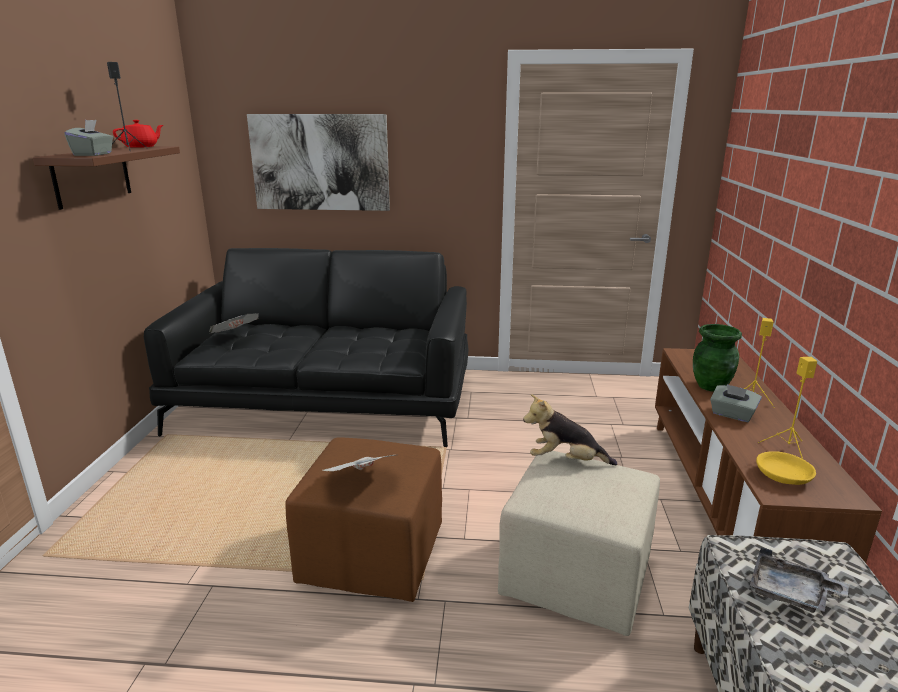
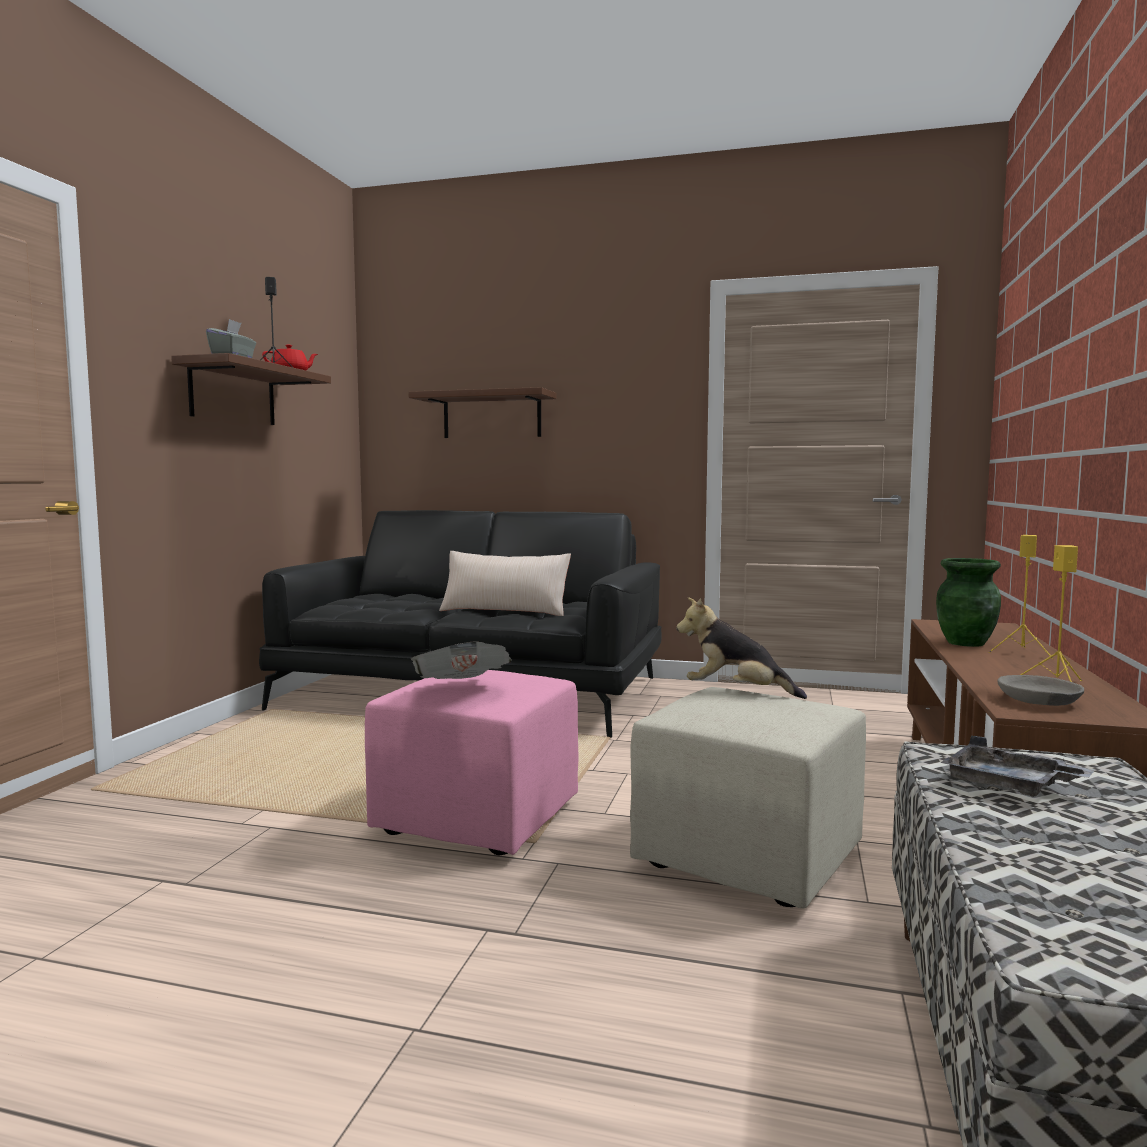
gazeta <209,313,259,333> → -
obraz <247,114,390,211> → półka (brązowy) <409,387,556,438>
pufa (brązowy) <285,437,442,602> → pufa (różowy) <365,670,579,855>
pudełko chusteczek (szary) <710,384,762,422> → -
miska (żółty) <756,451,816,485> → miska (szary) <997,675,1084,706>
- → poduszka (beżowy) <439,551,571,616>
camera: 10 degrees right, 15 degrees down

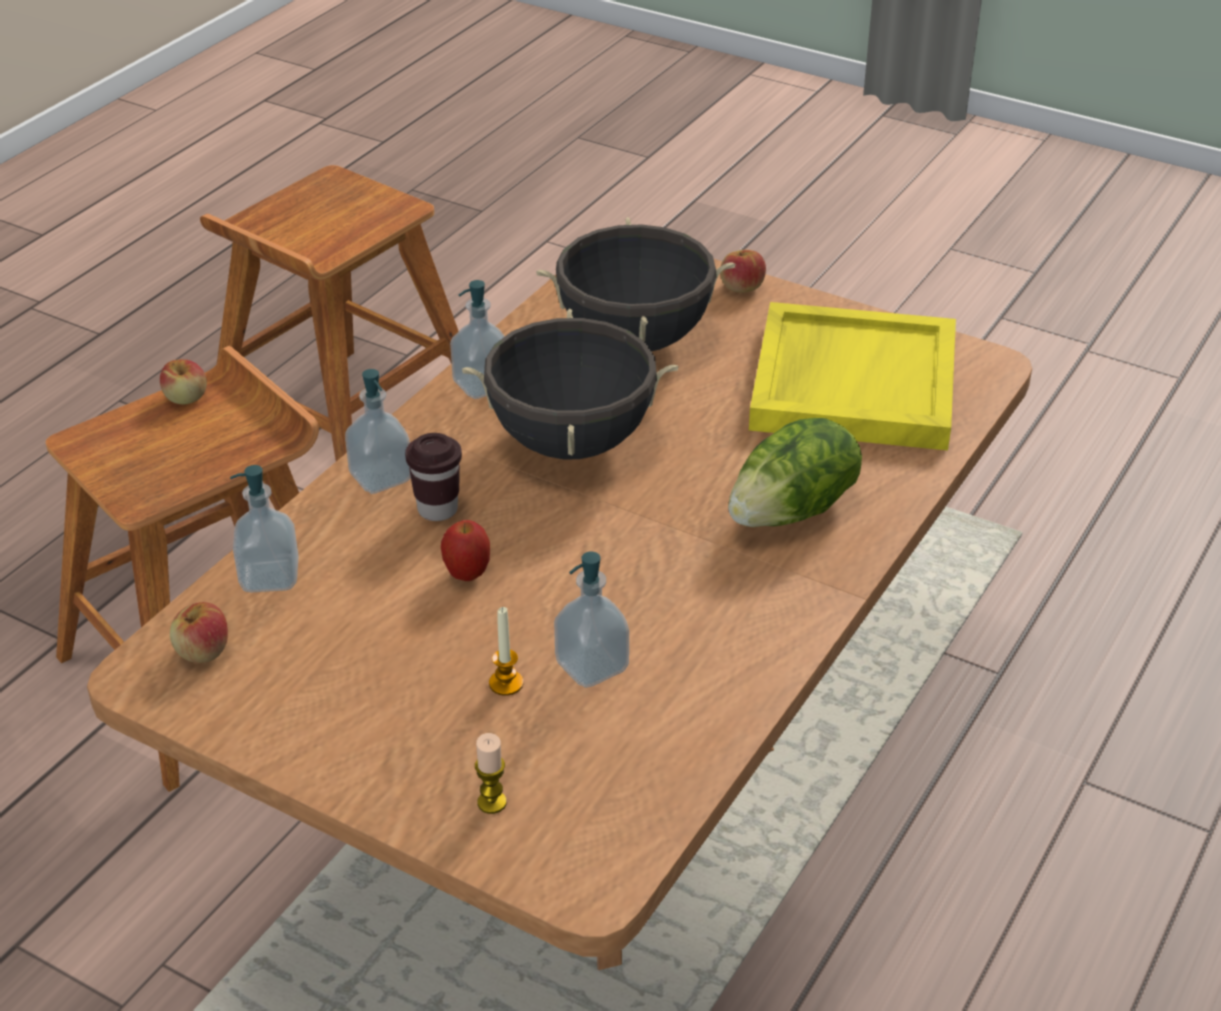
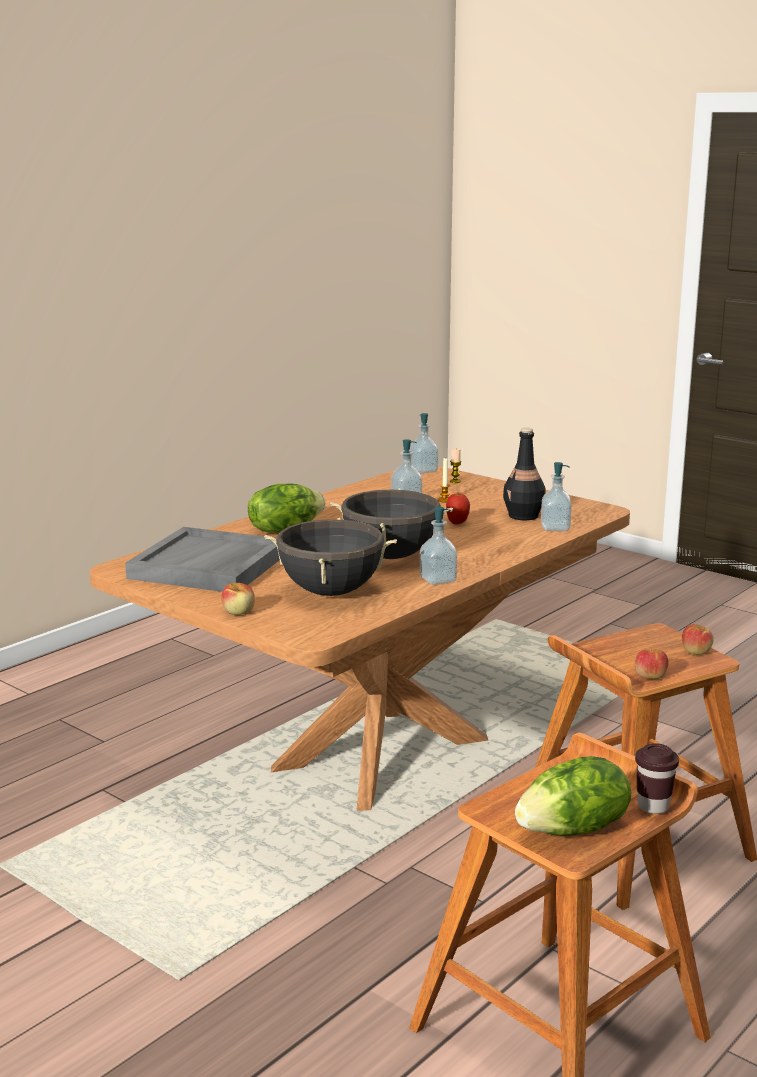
jabłko <170,602,228,663> → jabłko <682,624,714,655>, shifted
dozownik mydła <345,369,411,494> → dozownik mydła <410,413,438,473>, shifted
filiżanka (brązowy) <405,433,462,521> → filiżanka (brązowy) <635,743,679,814>, shifted
taca (żółty) <749,302,956,451> → taca (szary) <125,527,280,592>
- → butelka (czarny) <503,427,545,520>
- → sałata <515,756,631,836>
camera: 170 degrees left, 20 degrees down

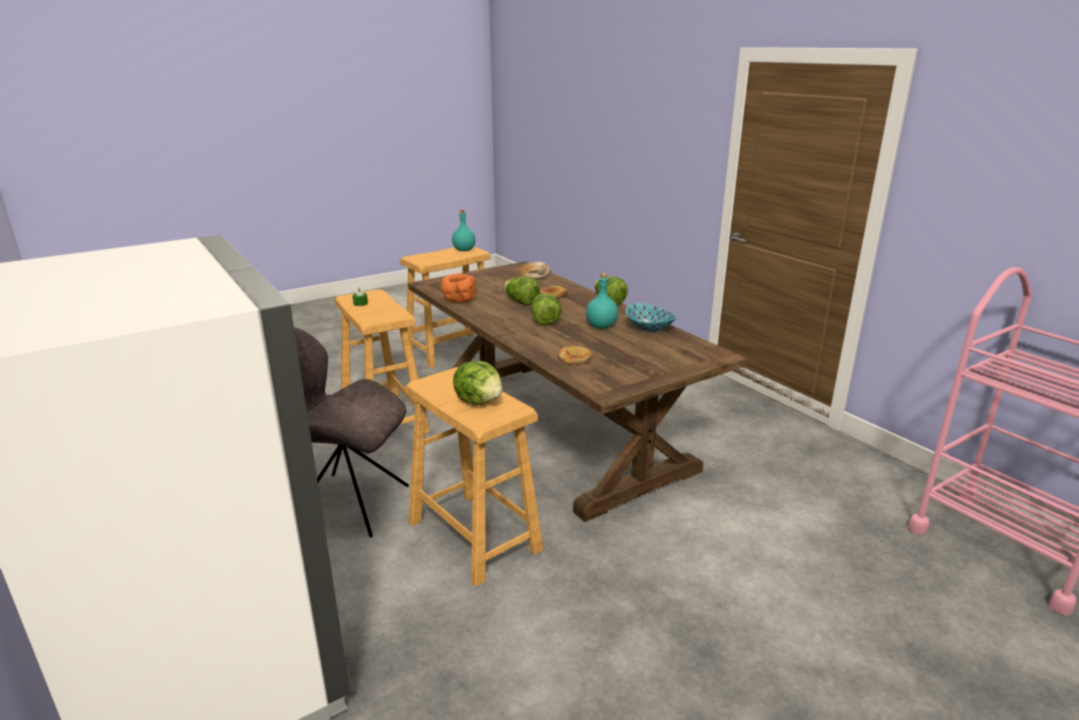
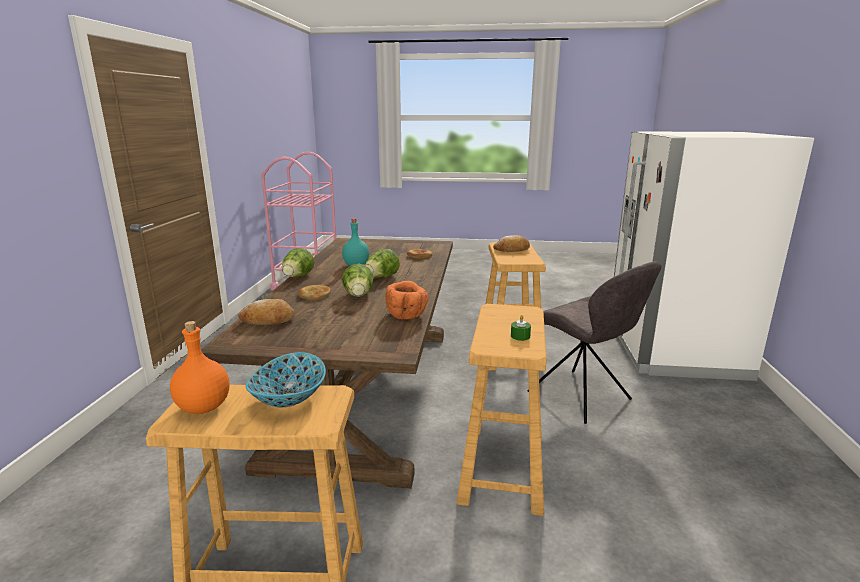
butelka (turkusowy) <452,209,475,251> → butelka (pomarańczowy) <170,321,230,414>
sałata <453,361,502,405> → chleb <493,235,530,252>
miska <626,303,677,332> → miska <246,352,326,407>, shifted
camera: 140 degrees left, 5 degrees down

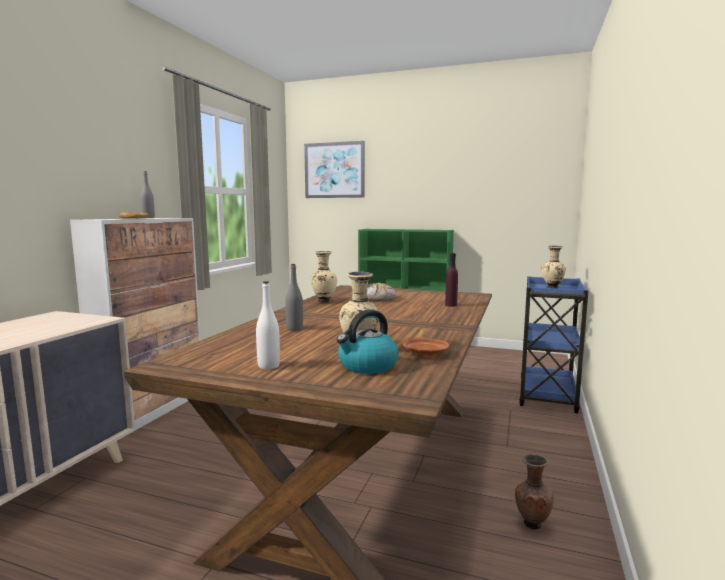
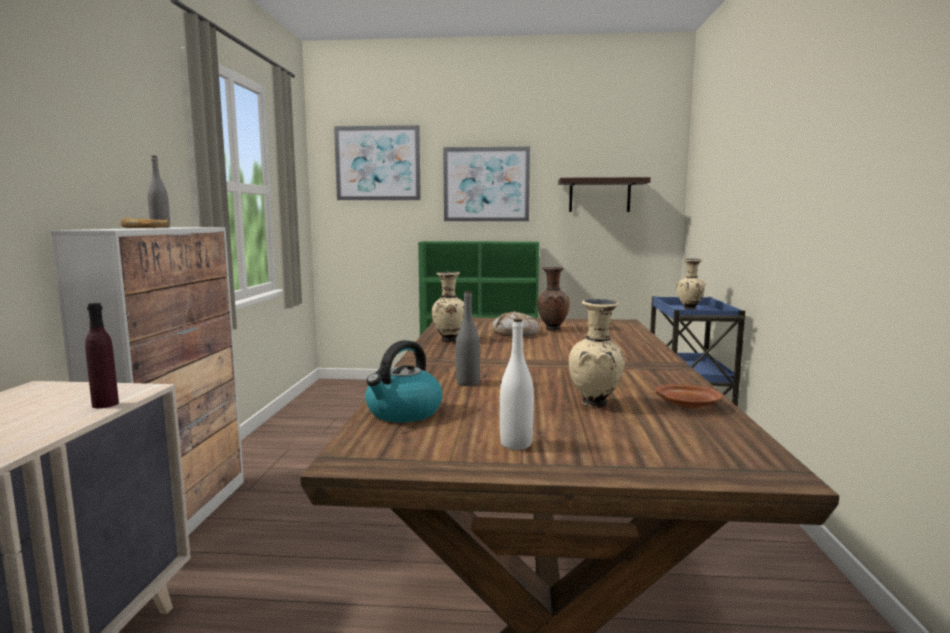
czajnik <337,309,399,374> → czajnik <365,340,443,422>, shifted
butelka (fioletowy) <445,253,458,307> → butelka (fioletowy) <85,303,119,408>, shifted
wazon (brązowy) <515,454,554,530> → wazon (brązowy) <537,267,570,331>, shifted
- → obraz <443,147,530,221>
- → półka <558,177,651,212>
camera: 15 degrees left, 0 degrees up

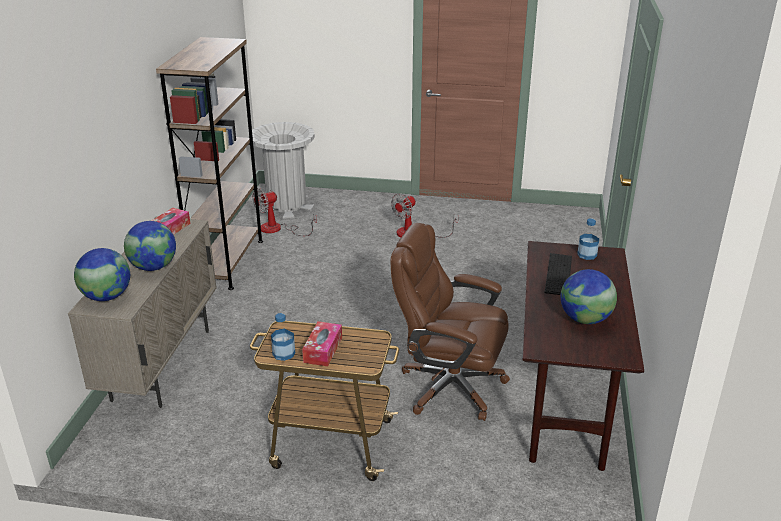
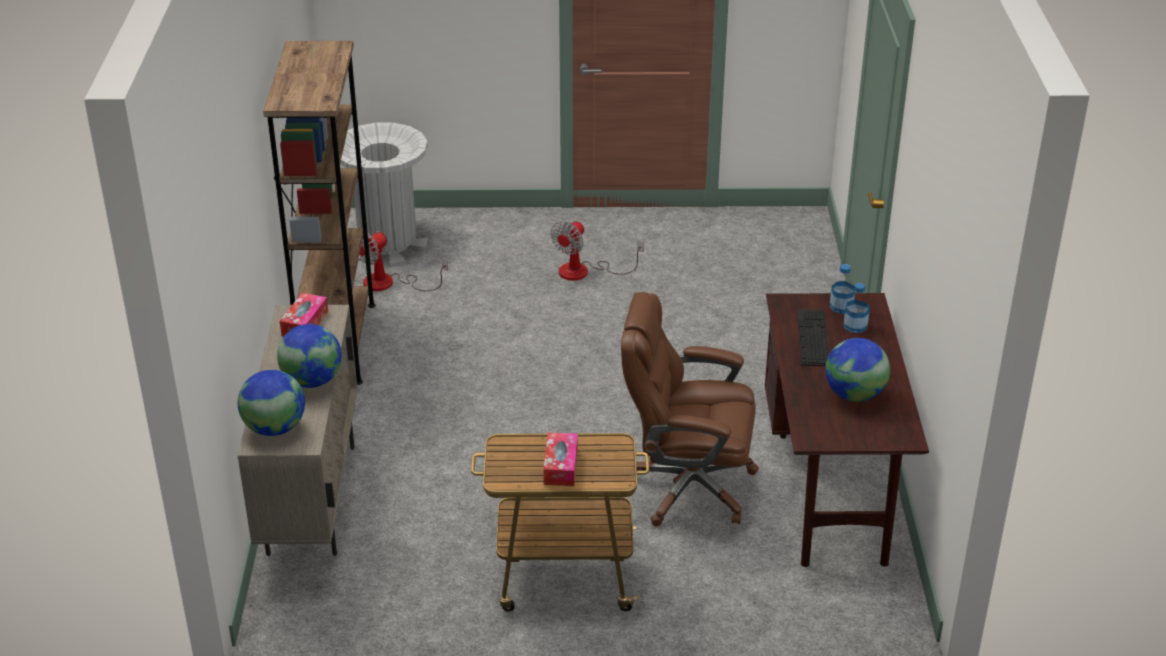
butelka <271,313,295,361> → butelka <844,283,870,333>, shifted
camera: 10 degrees left, 5 degrees up

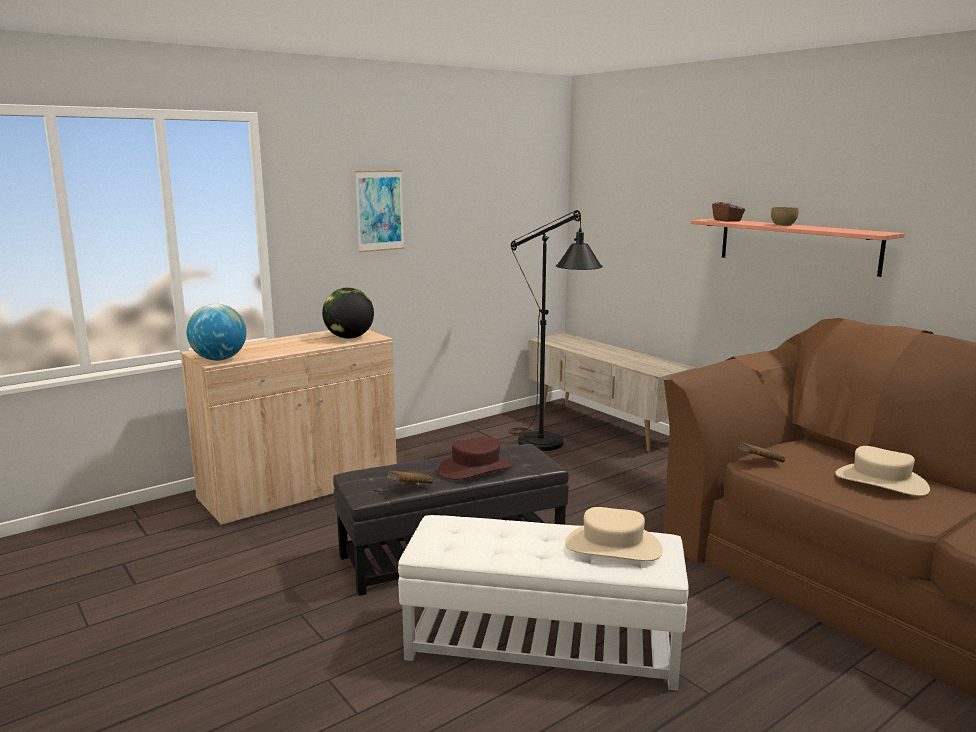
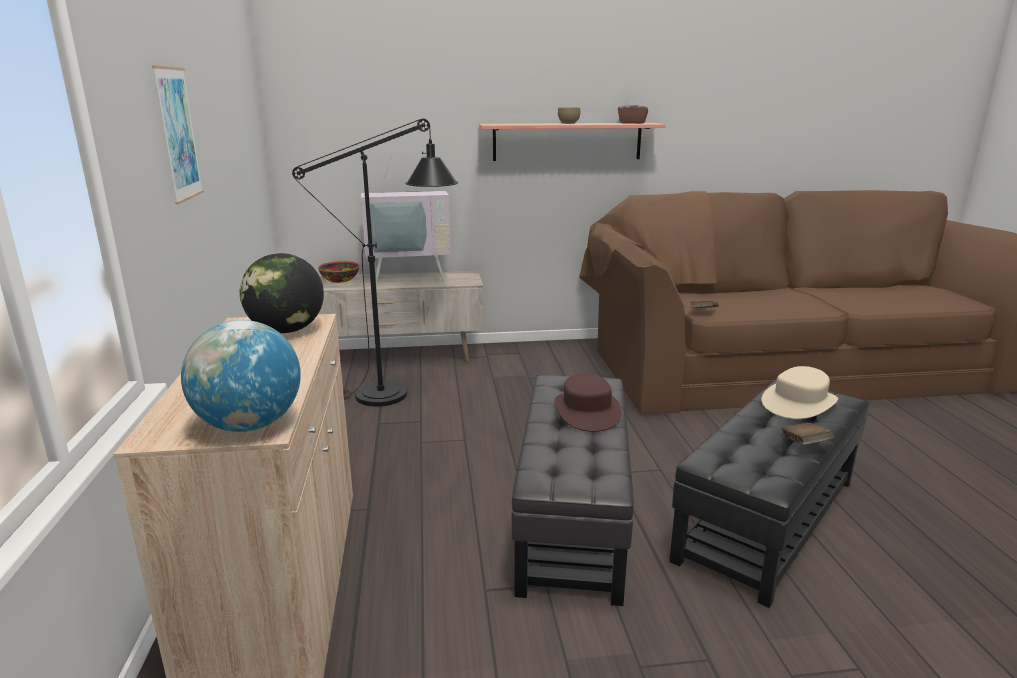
książka (brązowy) <387,470,433,484> → książka (brązowy) <781,423,835,445>, shifted
pufa (biały) <398,515,688,691> → pufa (czarny) <669,379,869,608>
pudełko chusteczek (brązowy) <712,196,745,222> → pudełko chusteczek (brązowy) <618,99,648,124>, shifted
kapelusz (beżowy) <835,446,930,496> → -
- → miska <318,261,359,283>
- → telewizor <359,156,451,286>
camera: 60 degrees left, 5 degrees up

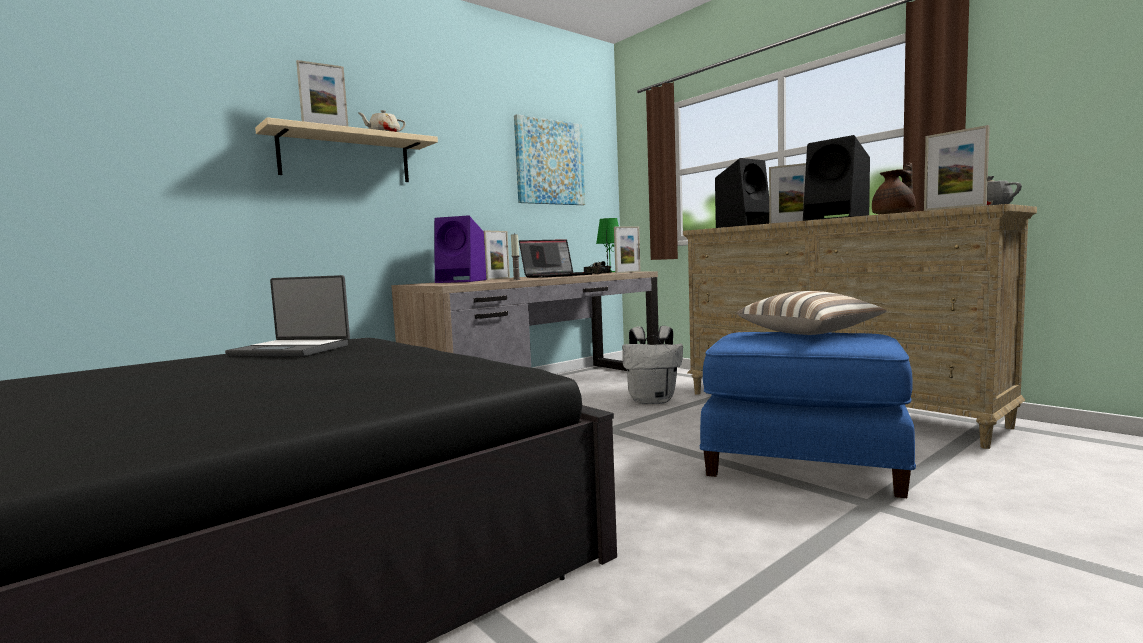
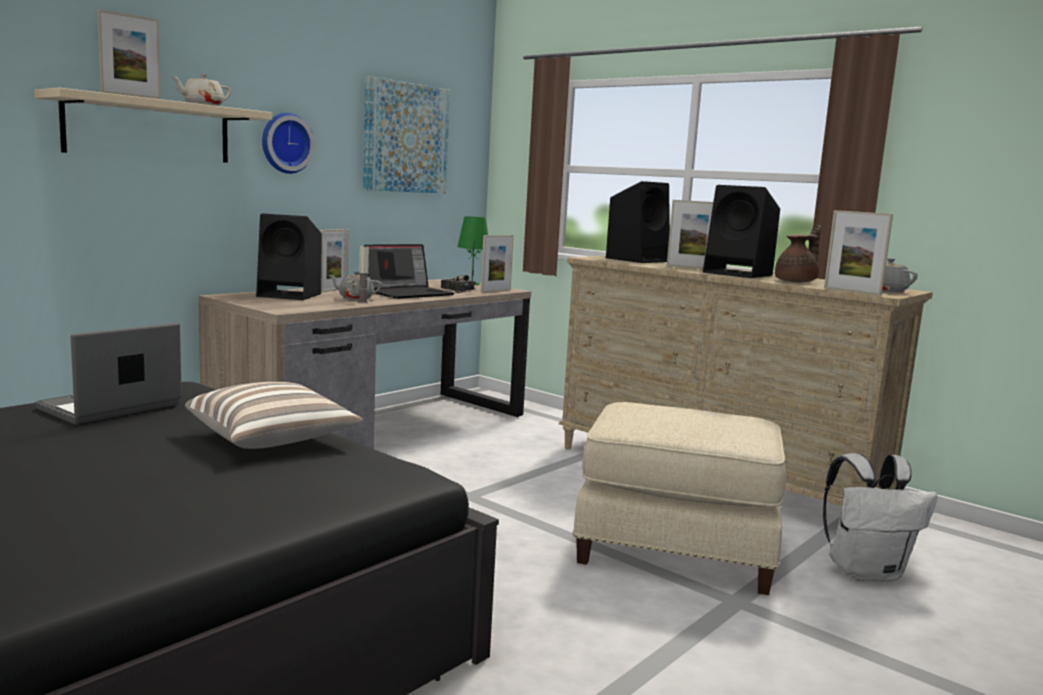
laptop <225,275,350,356> → laptop <35,323,182,424>, 120 degrees clockwise
głośnik (fioletowy) <434,215,487,283> → głośnik (czarny) <256,213,322,300>
plecak (biały) <622,326,683,404> → plecak (biały) <823,453,938,581>, shifted
pufa (niebieski) <700,332,916,498> → pufa (beżowy) <573,402,786,595>
poduszka <737,291,887,335> → poduszka <185,382,363,449>, shifted
- → zegar ścienny <262,113,315,174>
- → imbryk (szary) <329,271,382,300>
camera: 10 degrees left, 5 degrees up

